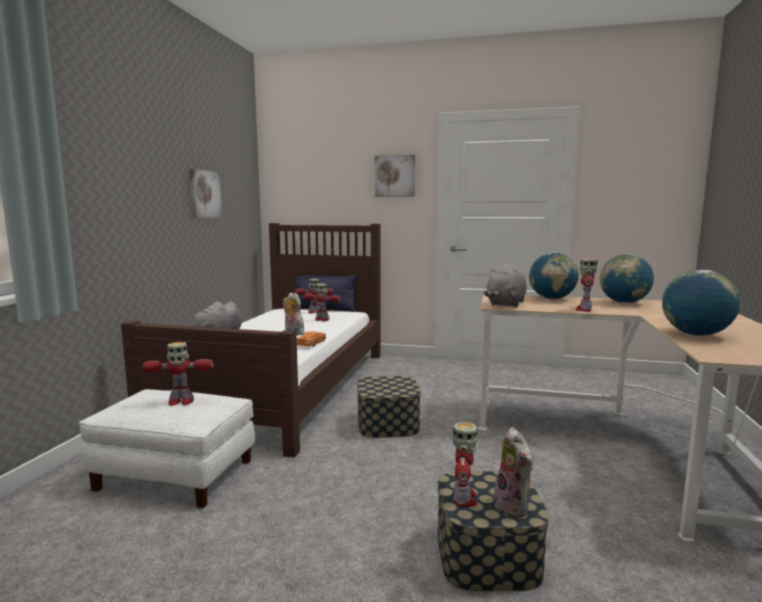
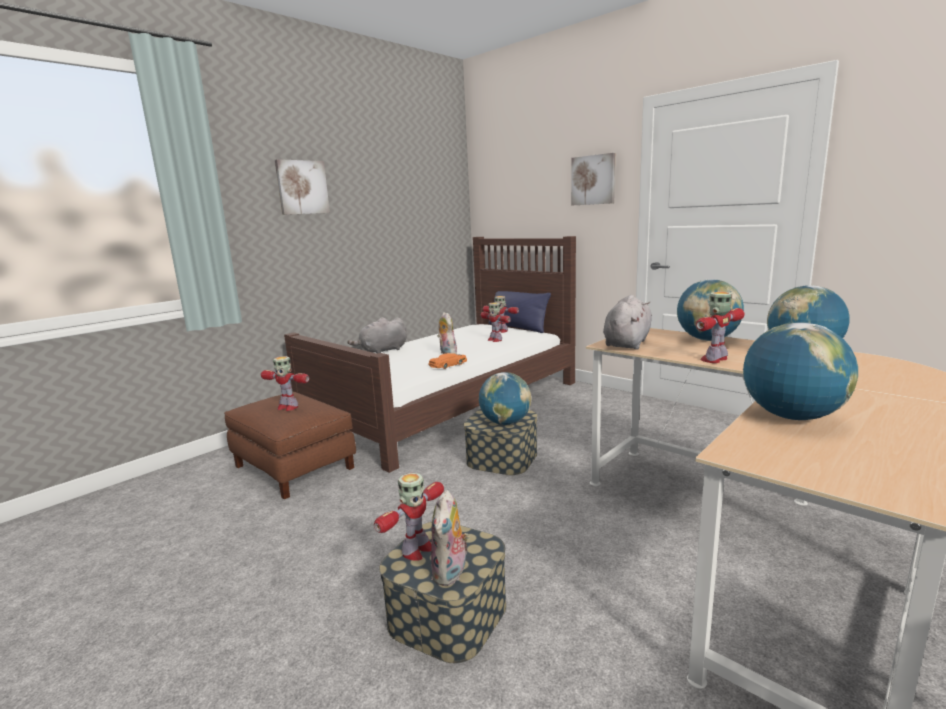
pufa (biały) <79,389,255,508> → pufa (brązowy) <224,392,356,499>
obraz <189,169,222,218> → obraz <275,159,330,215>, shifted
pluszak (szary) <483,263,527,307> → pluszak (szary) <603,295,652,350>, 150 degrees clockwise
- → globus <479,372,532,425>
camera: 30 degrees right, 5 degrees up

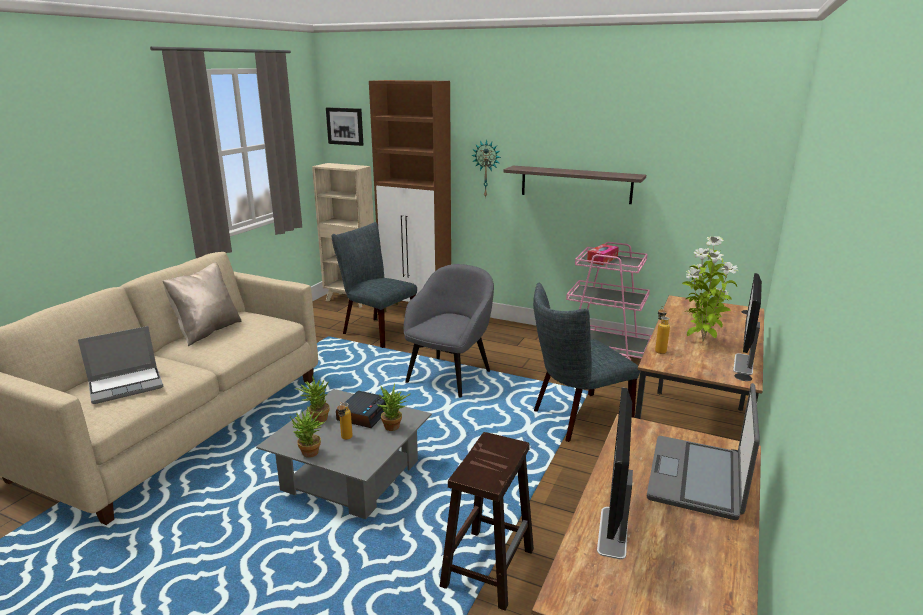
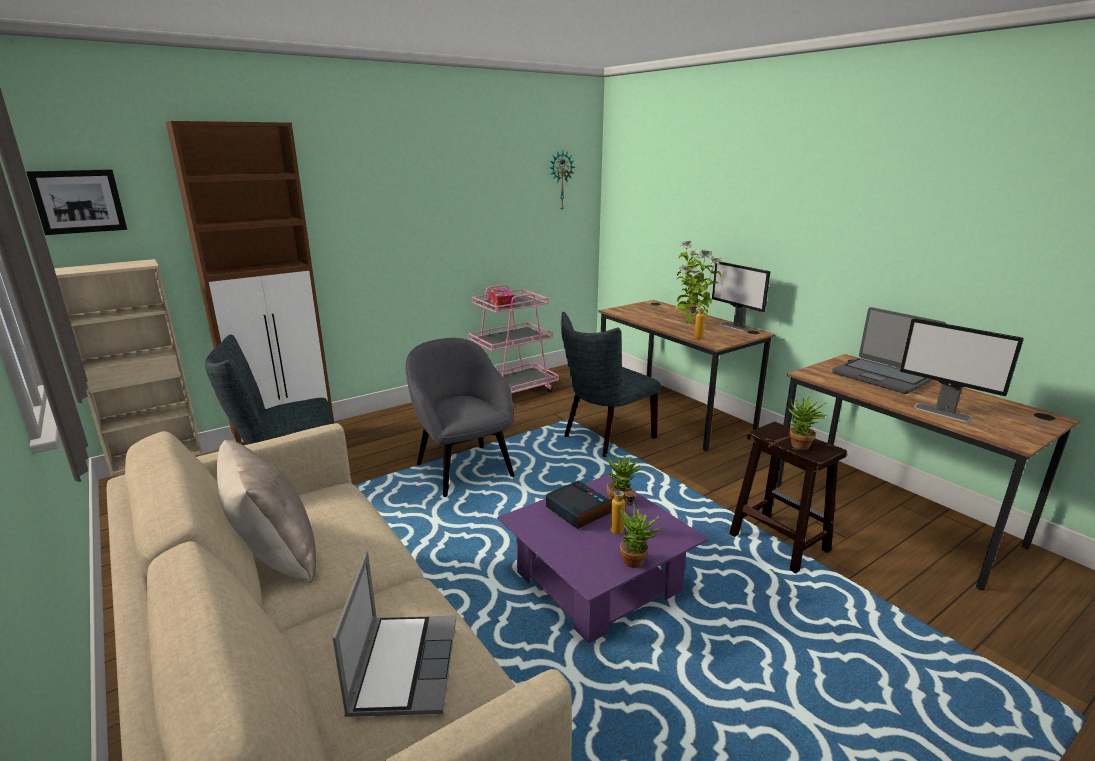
ława (szary) <256,389,432,519> → ława (fioletowy) <497,474,709,644>
roślina doniczkowa <295,375,330,423> → roślina doniczkowa <788,396,827,450>, shifted
zegar ścienny <471,140,501,198> → zegar ścienny <550,150,575,210>, shifted
półka <503,166,646,204> → -
krzesło (szary) <533,282,640,442> → krzesło (szary) <561,312,661,457>, 45 degrees clockwise
camera: 60 degrees left, 0 degrees up

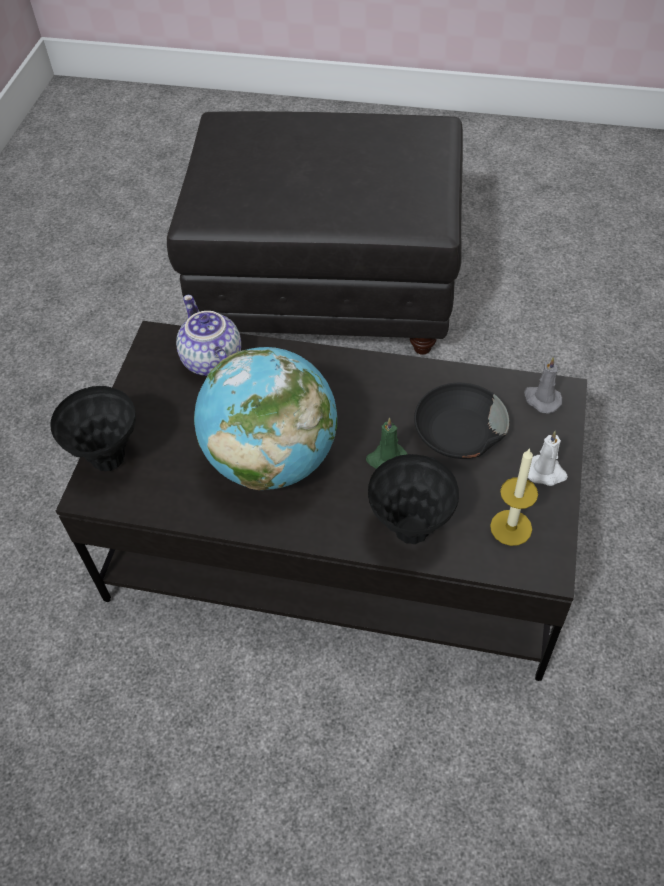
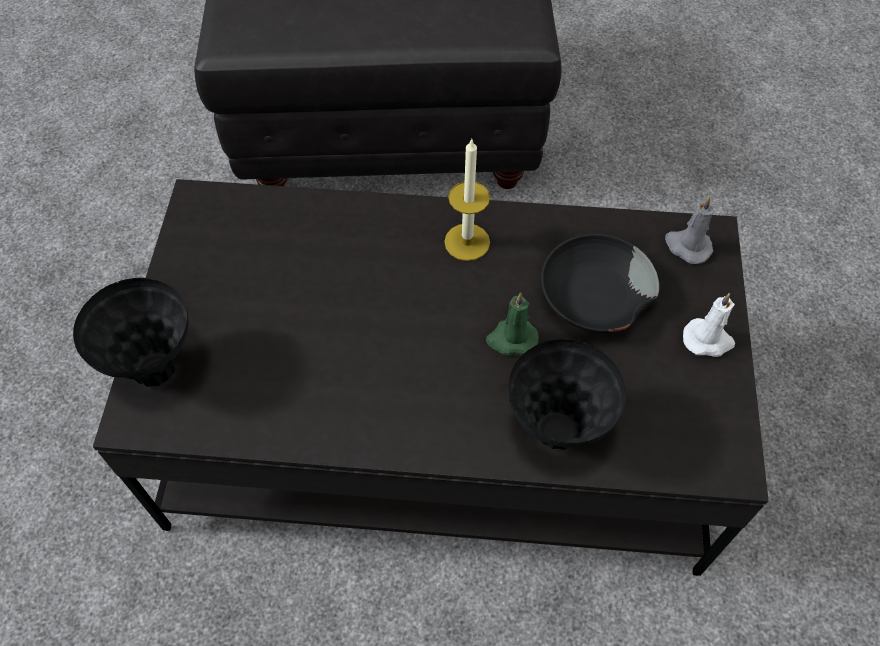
imbryk <176,295,241,376> → -
globus <194,347,337,490> → -
świeca <490,448,538,546> → świeca <444,139,490,261>, shifted
camera: 10 degrees left, 5 degrees up

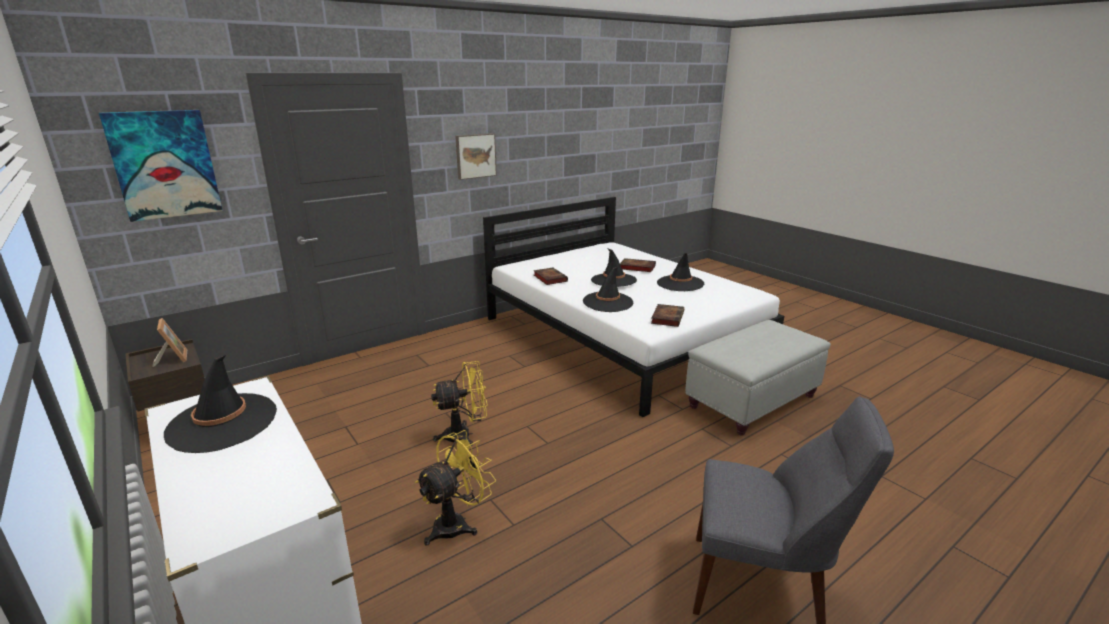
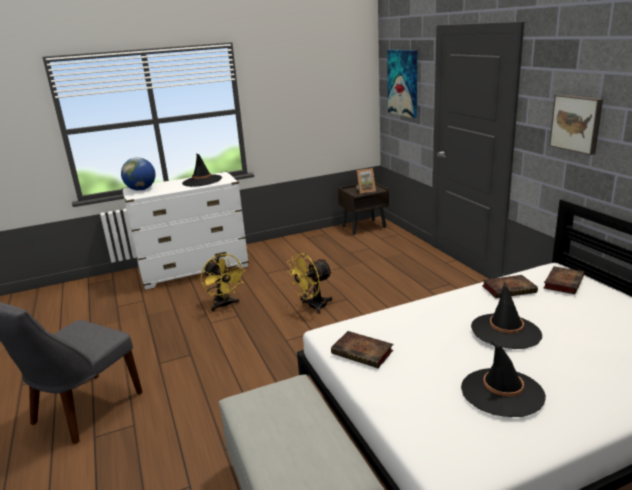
wentylator (żółty) <431,361,488,446> → wentylator (żółty) <287,253,332,314>, 60 degrees clockwise
kapelusz (czarny) <583,267,633,312> → -
książka <620,258,656,272> → książka <544,266,584,294>, shifted
- → globus <121,157,155,191>
camera: 105 degrees right, 0 degrees up

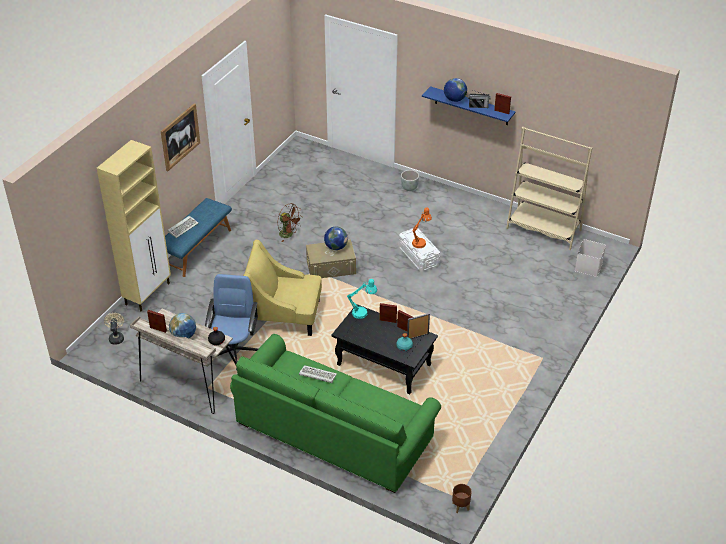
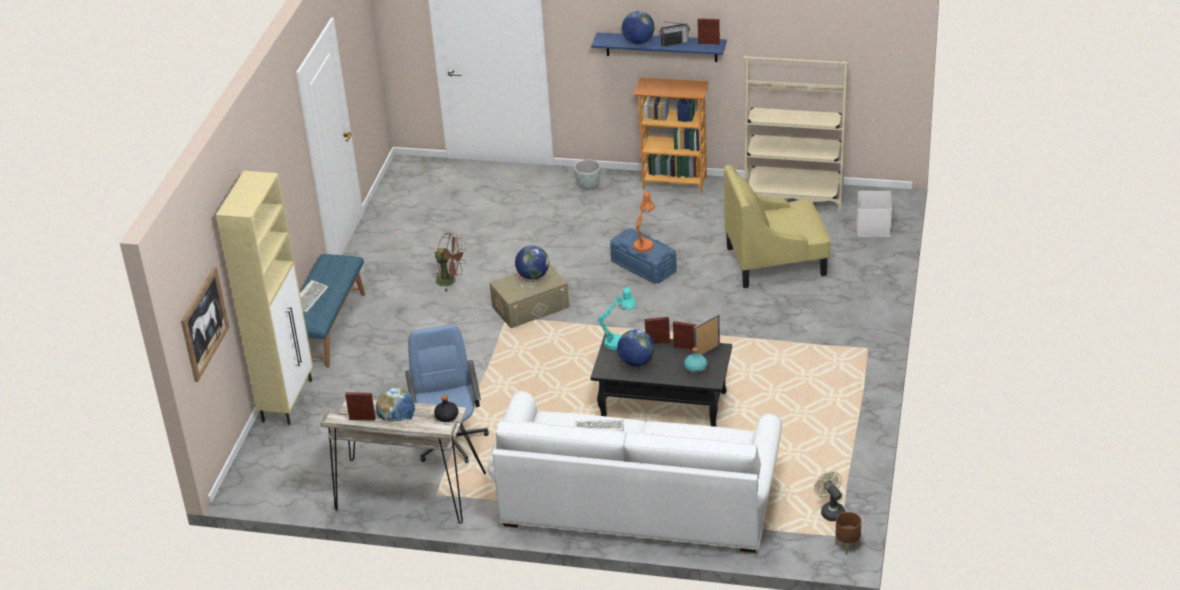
wentylator (beżowy) <104,313,124,345> → wentylator (beżowy) <814,471,845,521>, shifted
obraz <161,103,200,171> → obraz <181,267,229,382>, shifted
kanapa (zielony) <230,334,441,493> → kanapa (biały) <488,391,782,553>
fotel (żółty) <243,240,322,336> → fotel (żółty) <724,165,831,288>, shifted
pojemnik do przechowywania (biały) <399,228,440,272> → pojemnik do przechowywania (niebieski) <610,229,677,284>
- → globus <617,329,655,367>
- → regał <634,77,709,194>
camera: 15 degrees left, 5 degrees down

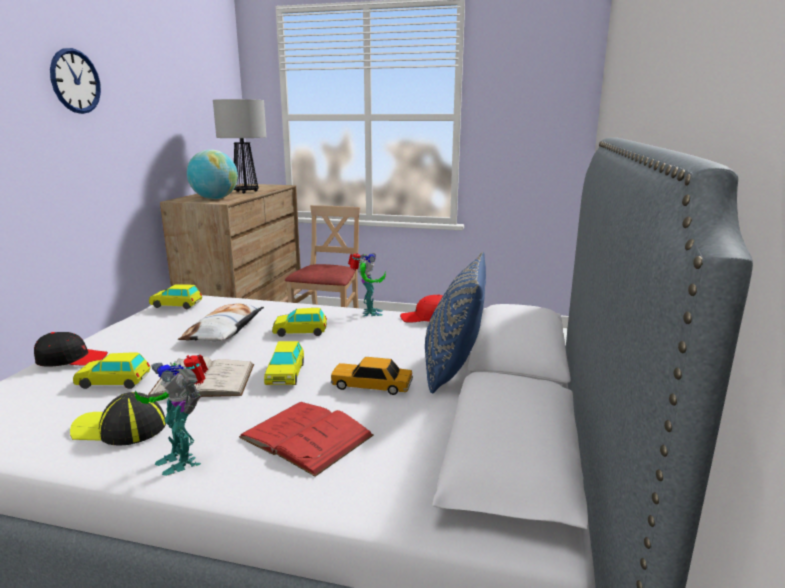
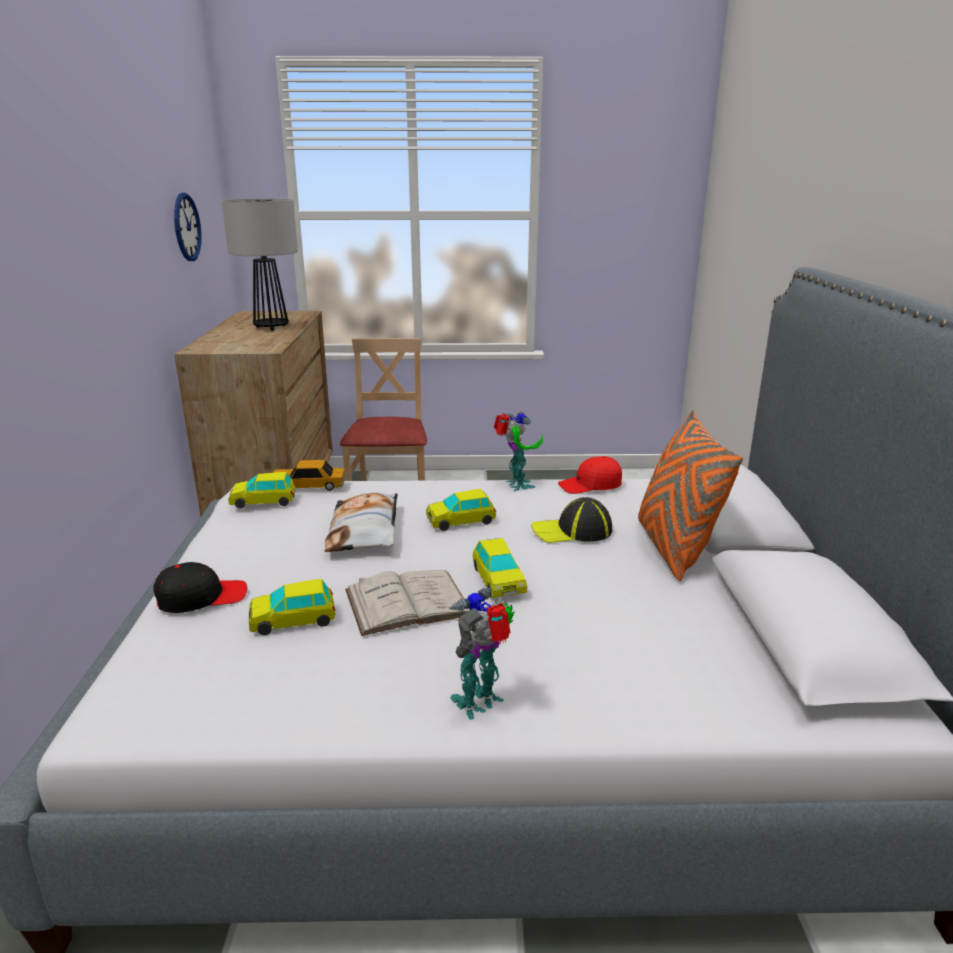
zegar ścienny <50,48,101,114> → zegar ścienny <174,193,202,261>, shifted
czapka z daszkiem <70,392,166,446> → czapka z daszkiem <531,497,612,543>, shifted
robot zabawkowy <135,355,208,476> → robot zabawkowy <449,588,515,720>, 105 degrees clockwise
globus <187,150,238,199> → -
książka (czerwony) <239,402,374,477> → -
samochodzik <331,357,413,395> → samochodzik <273,460,346,491>, shifted
poduszka (niebieski) <425,252,486,393> → poduszka (pomarańczowy) <638,410,743,581>
camera: 15 degrees left, 5 degrees up

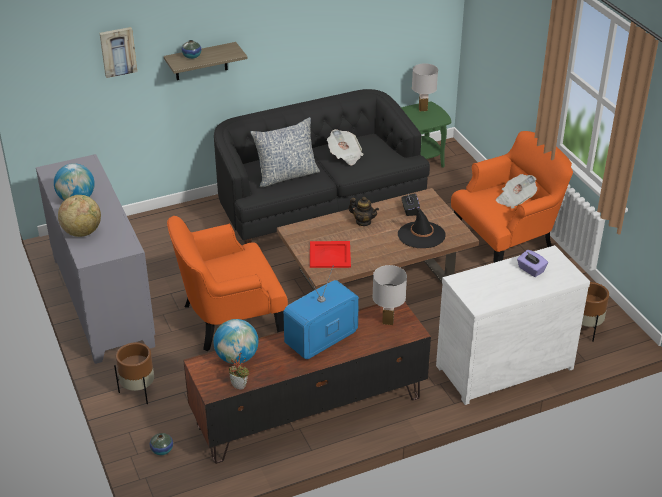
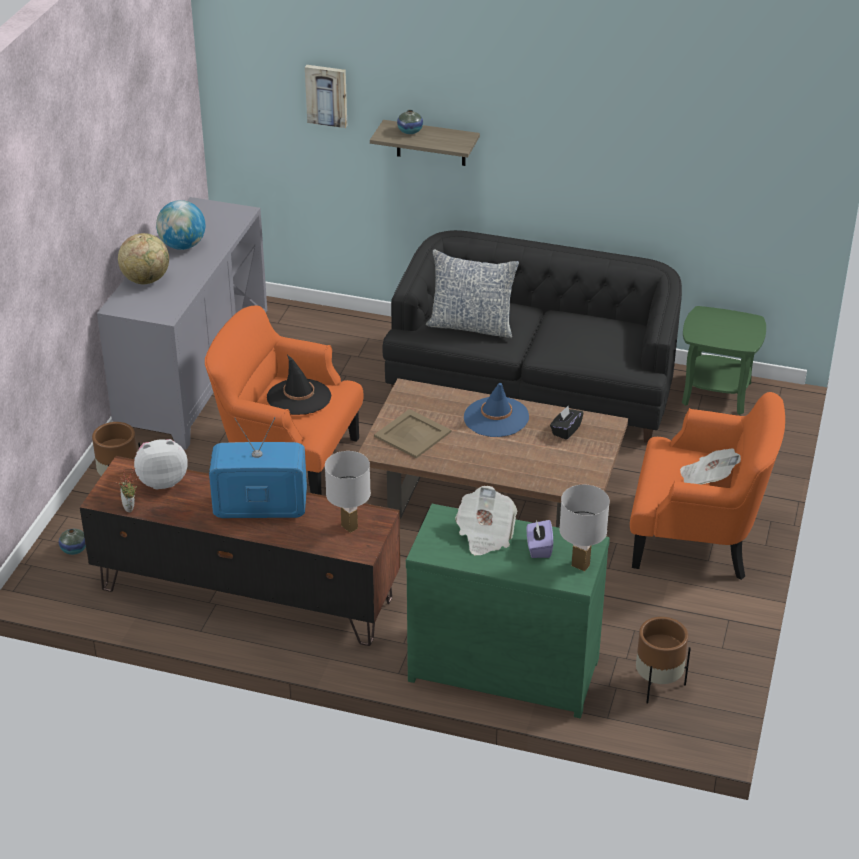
globus <213,319,258,364> → pluszak <134,439,187,489>
taca (czerwony) <310,241,351,268> → taca (beżowy) <374,409,451,458>
gazeta <327,129,364,165> → gazeta <455,486,517,556>, shifted
imbryk <348,197,379,226> → kapelusz (niebieski) <464,383,529,437>
kapelusz (czarny) <398,207,446,248> → kapelusz (czarny) <267,355,331,415>, shifted
lampa stołowa (biały) <412,63,438,111> → lampa stołowa (biały) <559,485,610,571>, shifted
komoda (biały) <436,245,590,405> → komoda (zielony) <406,504,610,718>
camera: 40 degrees right, 0 degrees up

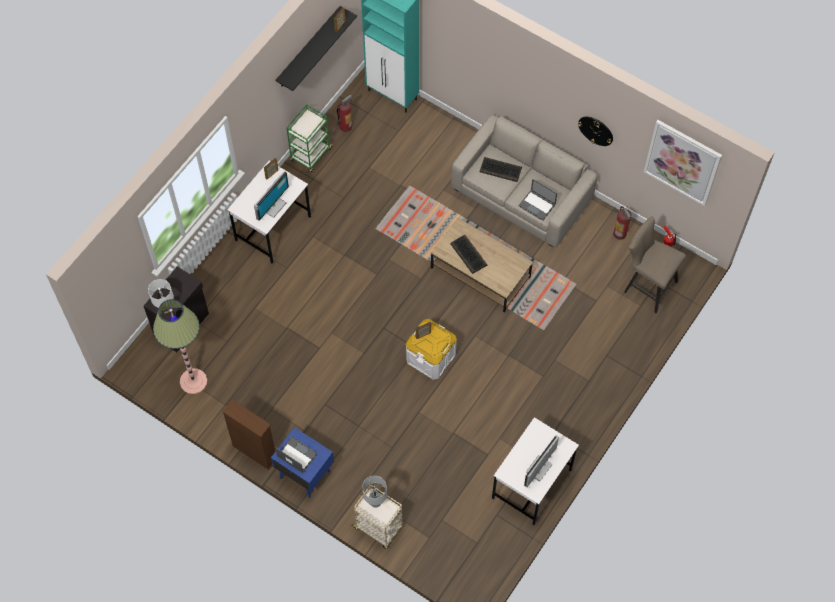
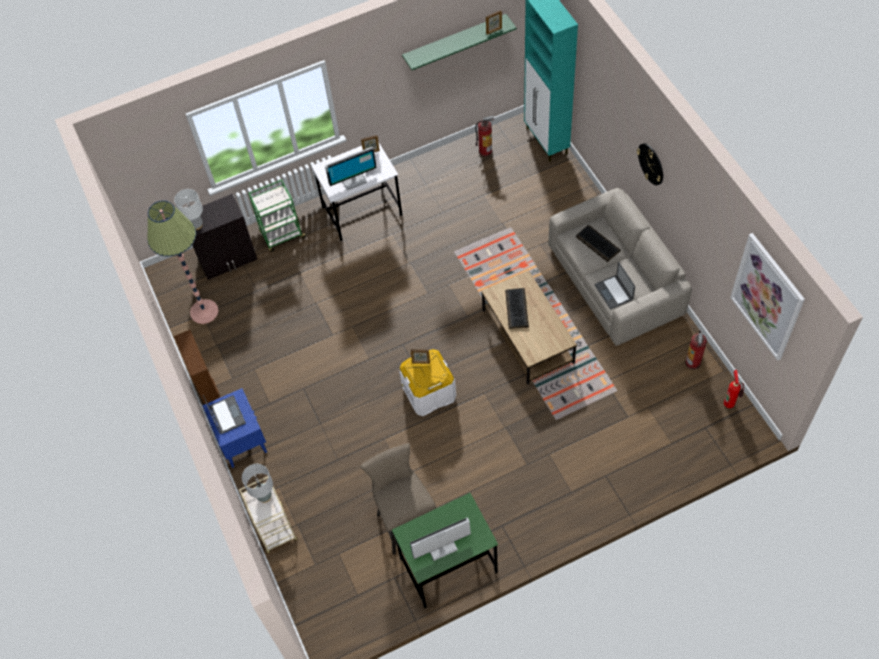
półka (czarny) <276,6,357,91> → półka (zielony) <402,14,517,70>
wózek (zielony) <287,104,332,172> → wózek (zielony) <248,180,308,252>, shifted
biurko (biały) <492,417,579,525> → biurko (zielony) <392,493,498,608>
zegar ścienny <578,116,613,146> → zegar ścienny <637,143,663,185>, shifted
stołek (beżowy) <624,216,686,313> → stołek (beżowy) <360,443,436,555>, shifted
camera: 35 degrees right, 5 degrees down

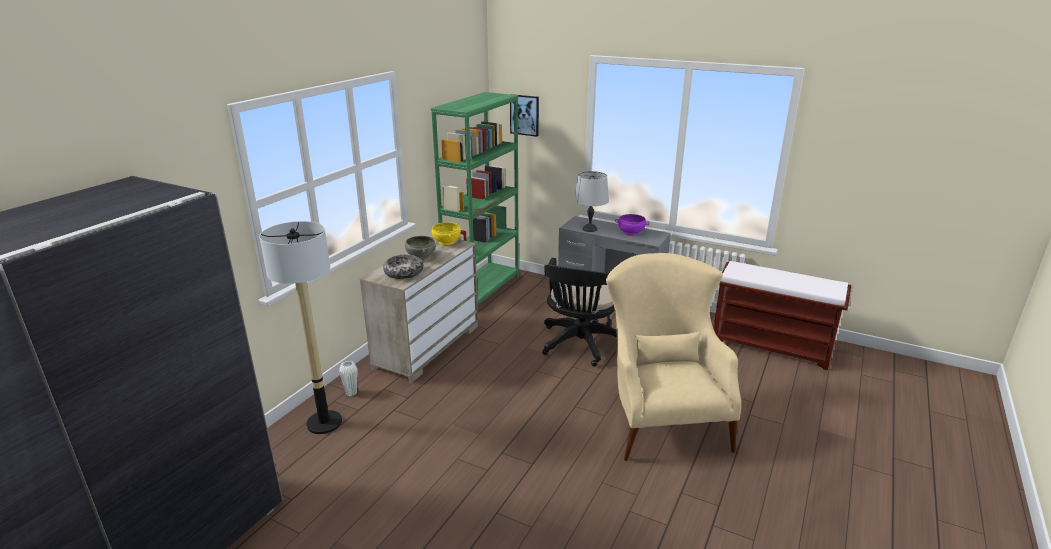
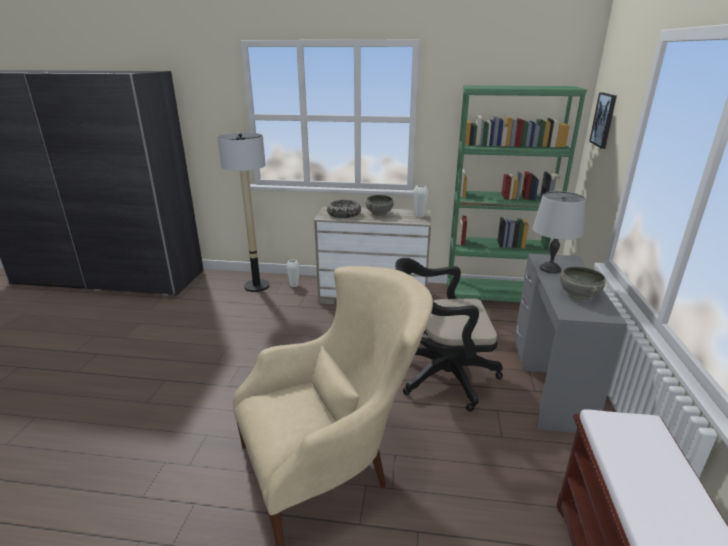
miska (żółty) <432,222,461,245> → wazon (biały) <413,185,428,217>
miska (fioletowy) <615,214,649,236> → miska (szary) <560,266,605,300>
camera: 70 degrees right, 0 degrees up

